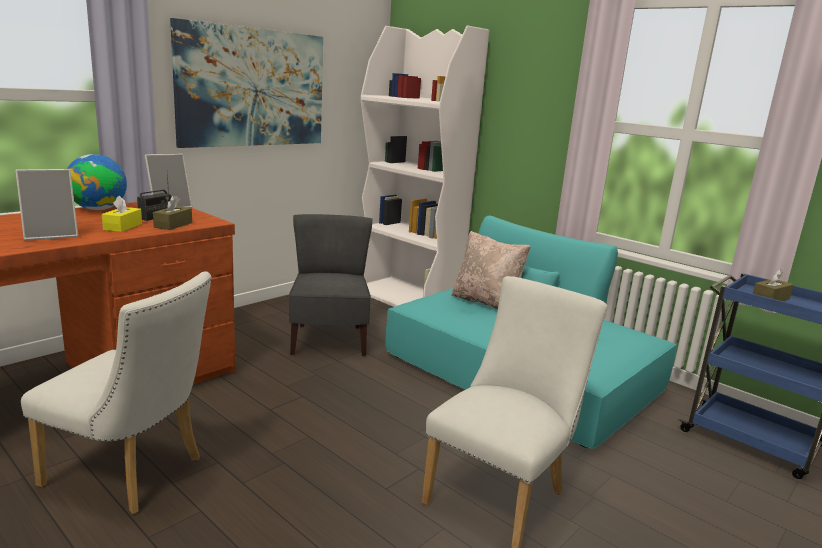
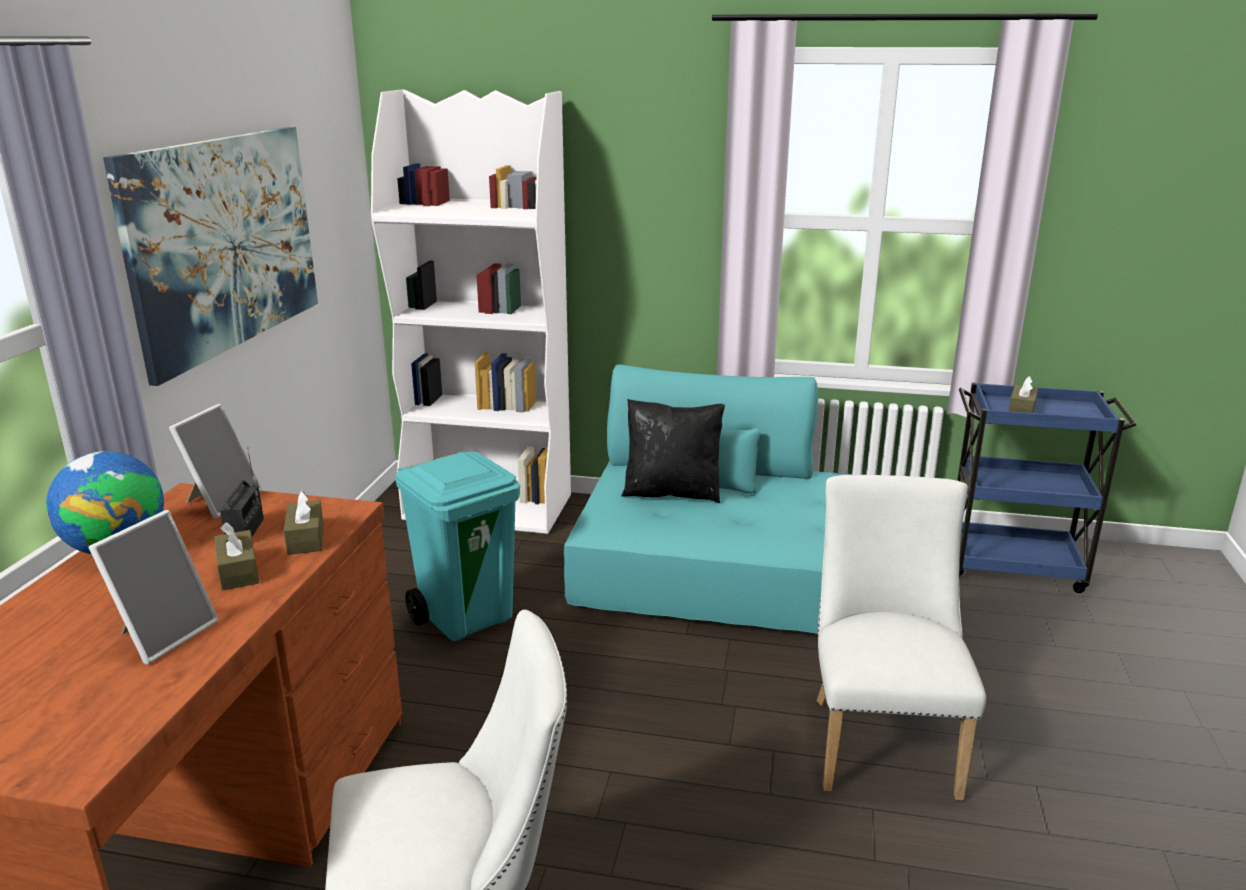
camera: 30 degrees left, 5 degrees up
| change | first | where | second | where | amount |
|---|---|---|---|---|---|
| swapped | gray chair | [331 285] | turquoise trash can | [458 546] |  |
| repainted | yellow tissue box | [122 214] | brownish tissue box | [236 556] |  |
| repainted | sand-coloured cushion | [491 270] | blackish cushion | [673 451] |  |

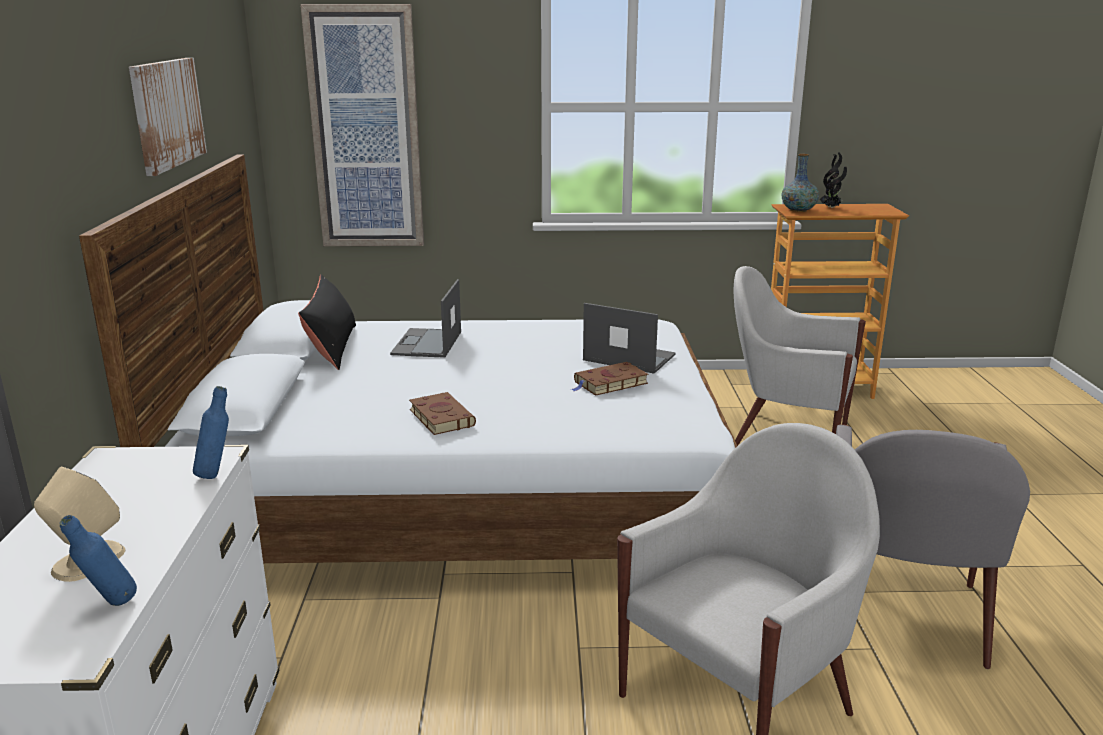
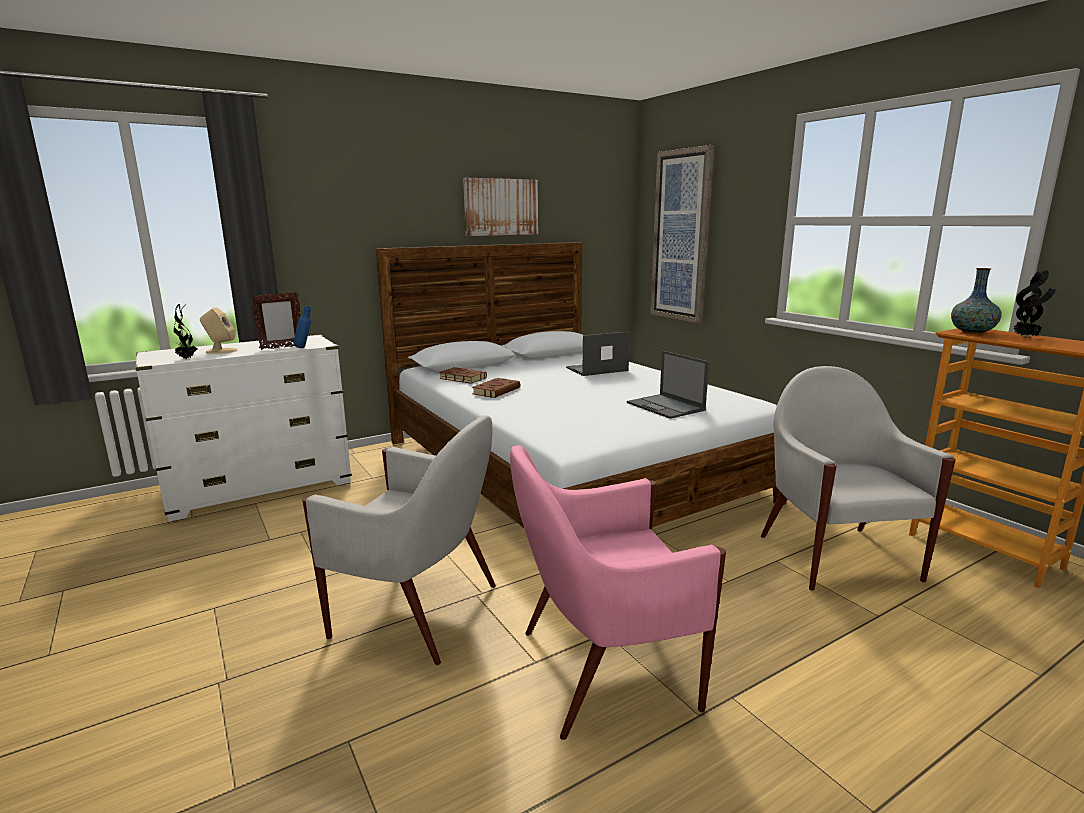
camera: 60 degrees right, 5 degrees down
| change | first | where | second | where | amount |
|---|---|---|---|---|---|
| gone | blackish cushion | [327 322] |  |  |  |
| new |  |  | photo frame | [276 321] |  |
| shifted | brownish bound book | [609 379] |  | [463 375] |  |
| swapped | blue-coloured drink bottle | [98 560] | houseplant | [185 331] |  |
| repainted | gray lounge chair | [933 547] | pinkish lounge chair | [618 592] |  |
| rotated | notebook computer | [629 338] |  | [668 385] | 150 degrees clockwise |

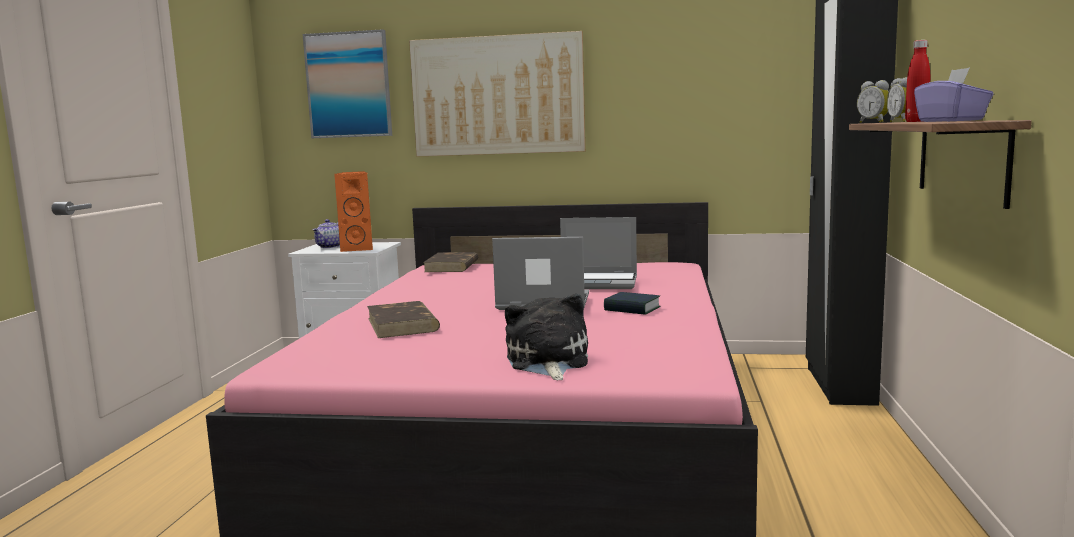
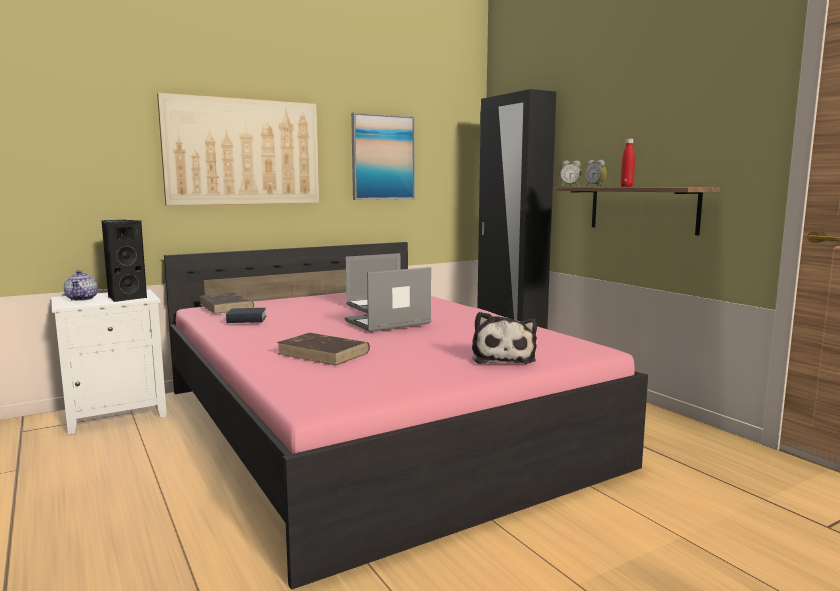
camera: 40 degrees left, 0 degrees up
| change | first | where | second | where | amount |
|---|---|---|---|---|---|
| gone | purplish tissue box | [954 94] |  |  |  |
| shifted | wall art | [347 83] |  | [383 156] |  |
| shifted | bound book | [632 303] |  | [246 315] |  |
| repainted | orange audio speaker | [353 211] | blackish audio speaker | [124 261] |  |
| rotated | soft toy | [546 337] |  | [504 338] | 135 degrees counterclockwise |

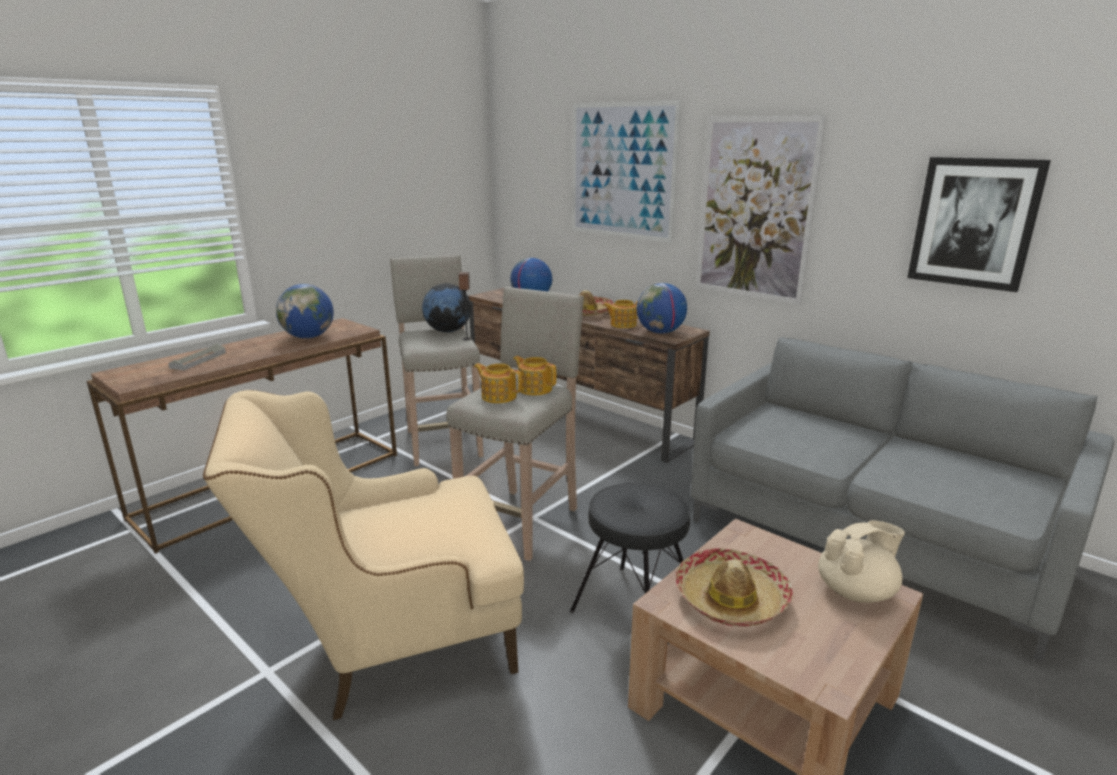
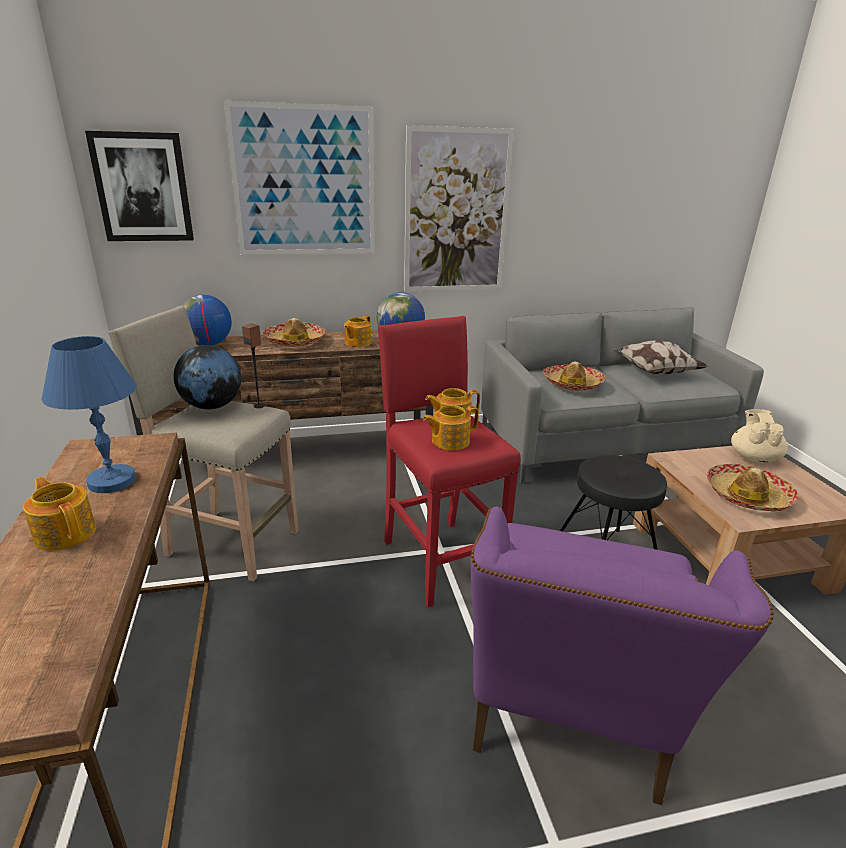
camera: 55 degrees left, 5 degrees up
| change | first | where | second | where | amount |
|---|---|---|---|---|---|
| gone | gray tray | [197 356] |  |  |  |
| new |  |  | teapot | [59 514] |  |
| new |  |  | wearable hat | [574 376] |  |
| new |  |  | cushion | [659 357] |  |
| shifted | wall art | [979 224] |  | [139 186] |  |
| swapped | world globe | [305 311] | blue-coloured lamp for a table | [89 414] |  |
| repainted | sand-coloured lounge chair | [363 555] | purplish lounge chair | [622 656] |  |
| repainted | sand-coloured sitting stool | [515 424] | reddish sitting stool | [449 461] |  |

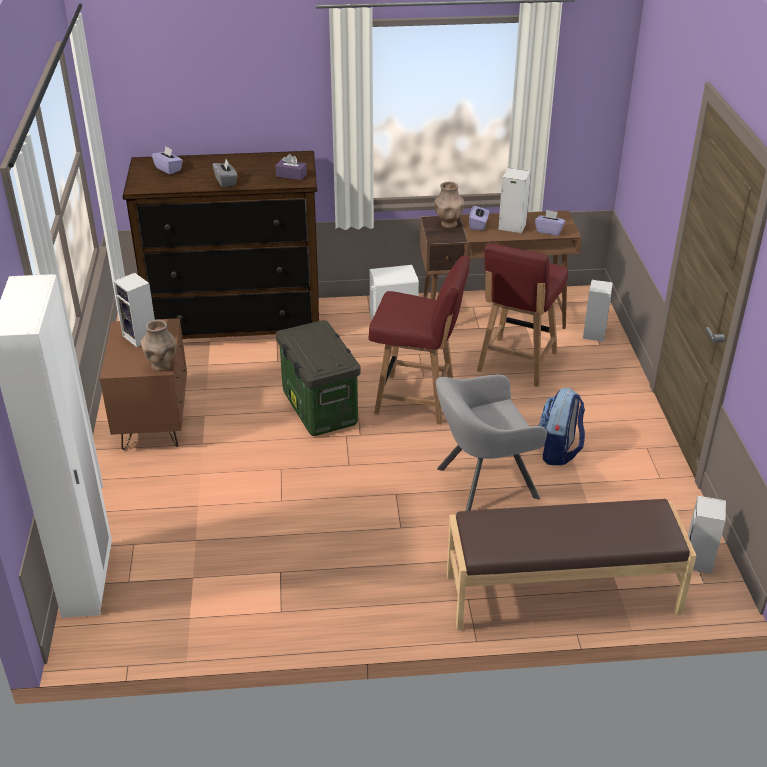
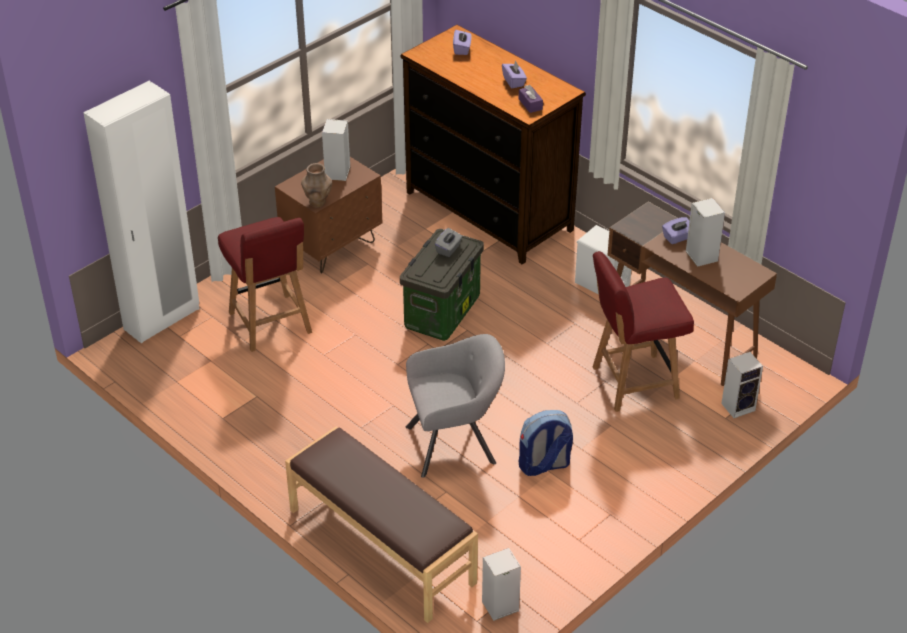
camera: 50 degrees right, 5 degrees up
| change | first | where | second | where | amount |
|---|---|---|---|---|---|
| gone | brownish flower vase | [449 205] |  |  |  |
| shifted | gray tissue box | [225 173] |  | [449 242] |  |
| shifted | reddish chair | [419 339] |  | [265 284] |  |
| shifted | purplish tissue box | [550 223] |  | [514 74] |  |
| rotated | gray lounge chair | [491 442] |  | [455 406] | 135 degrees clockwise |

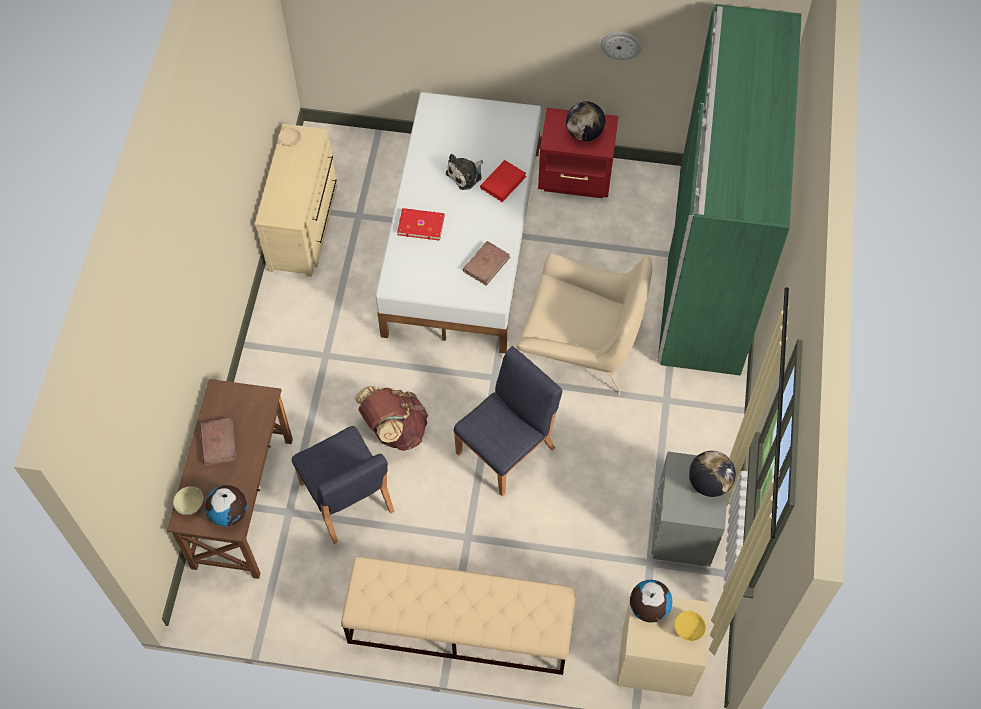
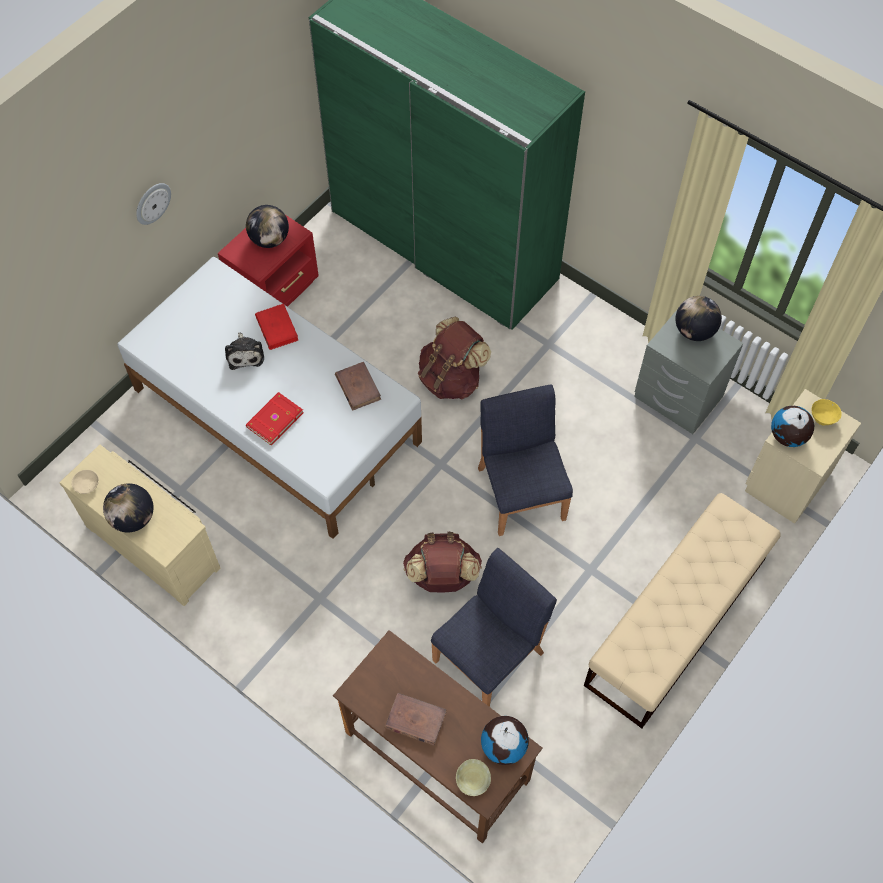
camera: 60 degrees left, 0 degrees up
| change | first | where | second | where | amount |
|---|---|---|---|---|---|
| new |  |  | world globe | [128 507] |  |
| shifted | clock on the wall | [621 46] |  | [153 204] |  |
| swapped | sand-coloured lounge chair | [584 324] | brownish rucksack | [454 358] |  |
| rotated | blue-coloured chair | [343 485] |  | [494 627] | 45 degrees counterclockwise |

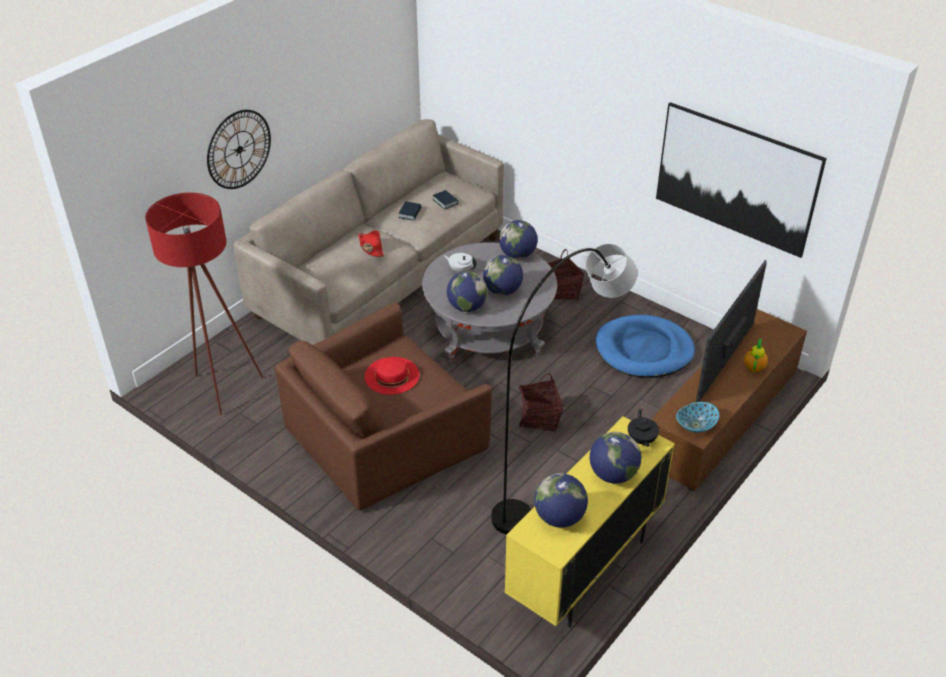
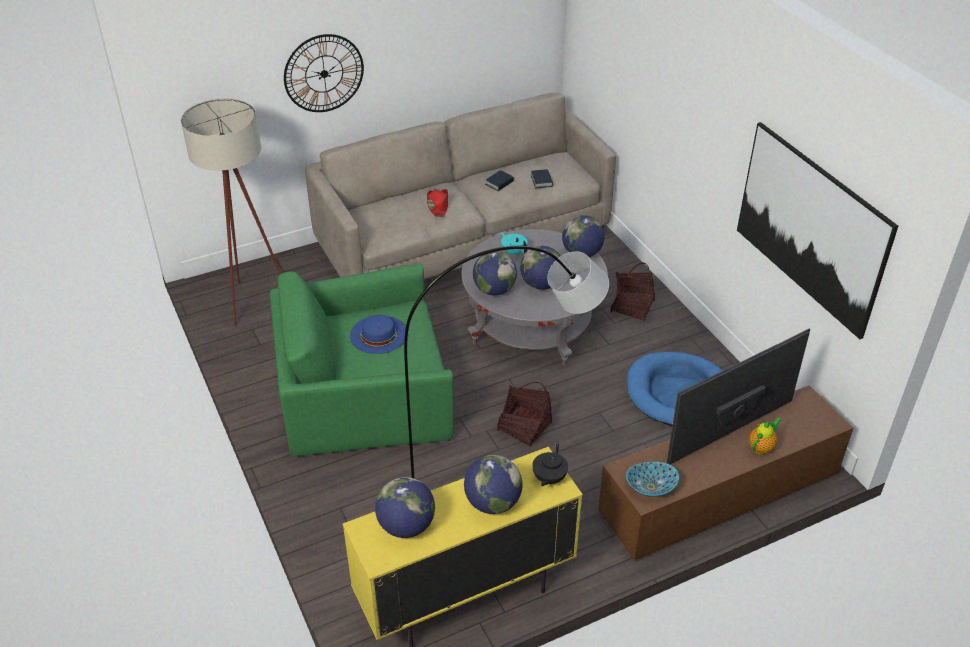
camera: 25 degrees right, 0 degrees up
| change | first | where | second | where | amount |
|---|---|---|---|---|---|
| repainted | reddish floor lamp | [204 304] | sand-coloured floor lamp | [231 212] |  |
| repainted | brownish lounge chair | [383 406] | green lounge chair | [361 360] |  |
| repainted | reddish wearable hat | [392 376] | blue-coloured wearable hat | [378 334] |  |
| repainted | white-coloured teapot | [460 263] | turquoise teapot | [514 243] |  |

